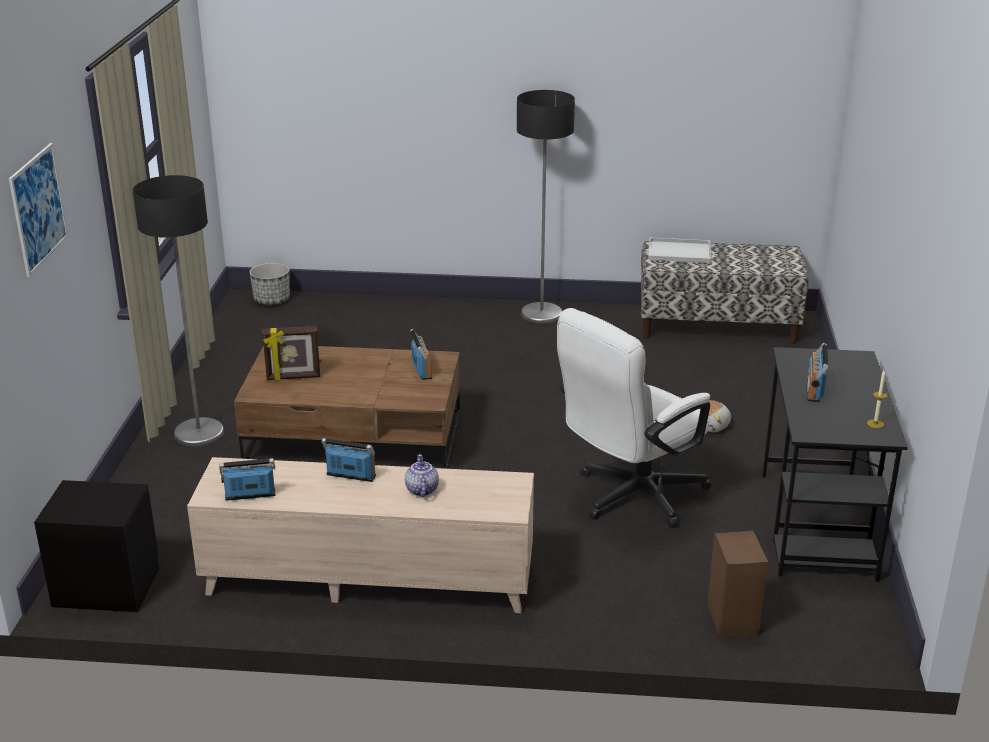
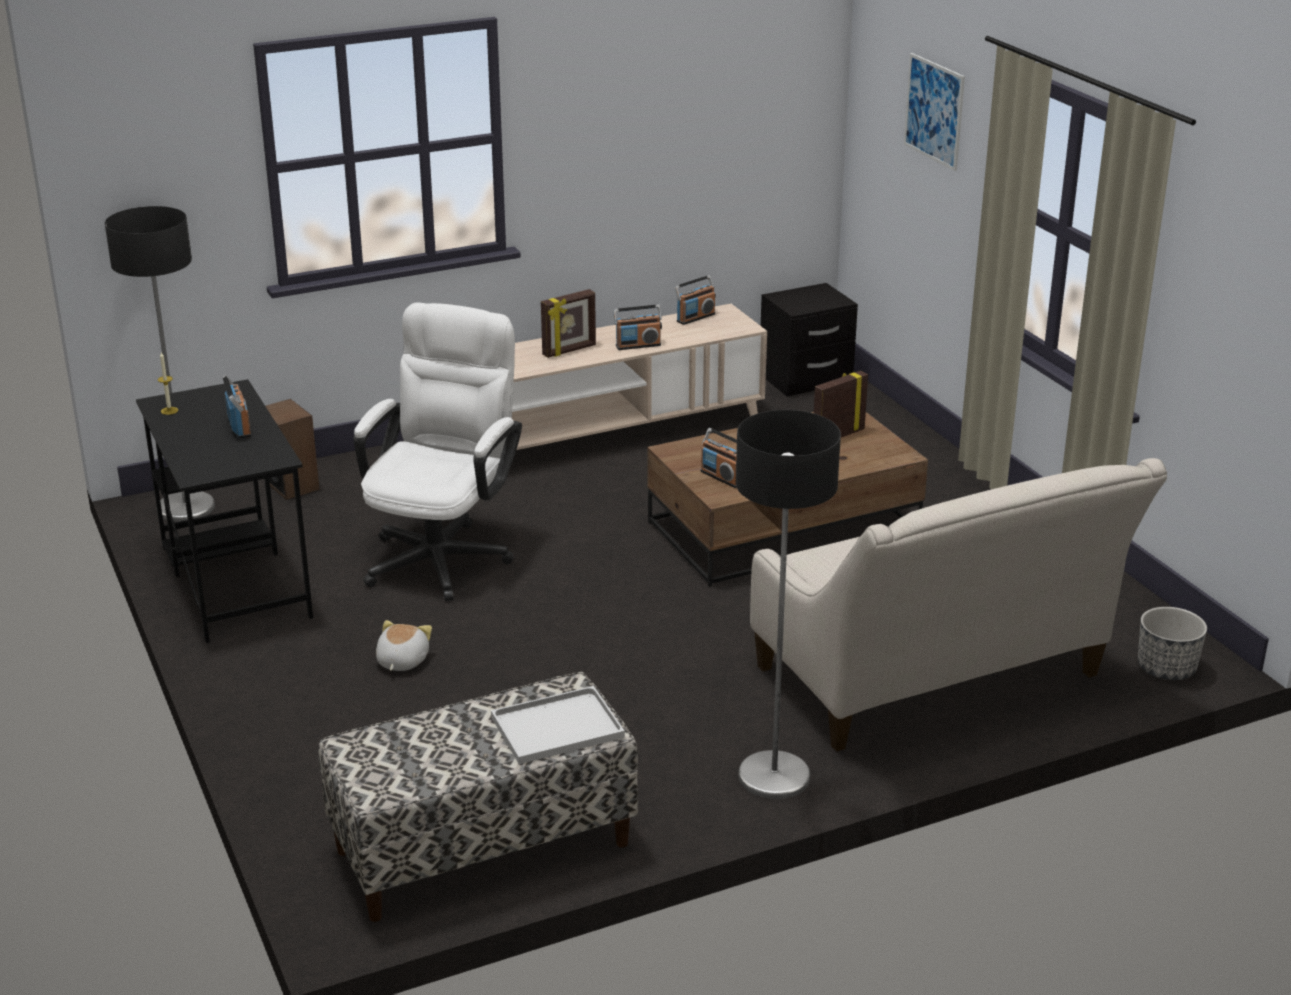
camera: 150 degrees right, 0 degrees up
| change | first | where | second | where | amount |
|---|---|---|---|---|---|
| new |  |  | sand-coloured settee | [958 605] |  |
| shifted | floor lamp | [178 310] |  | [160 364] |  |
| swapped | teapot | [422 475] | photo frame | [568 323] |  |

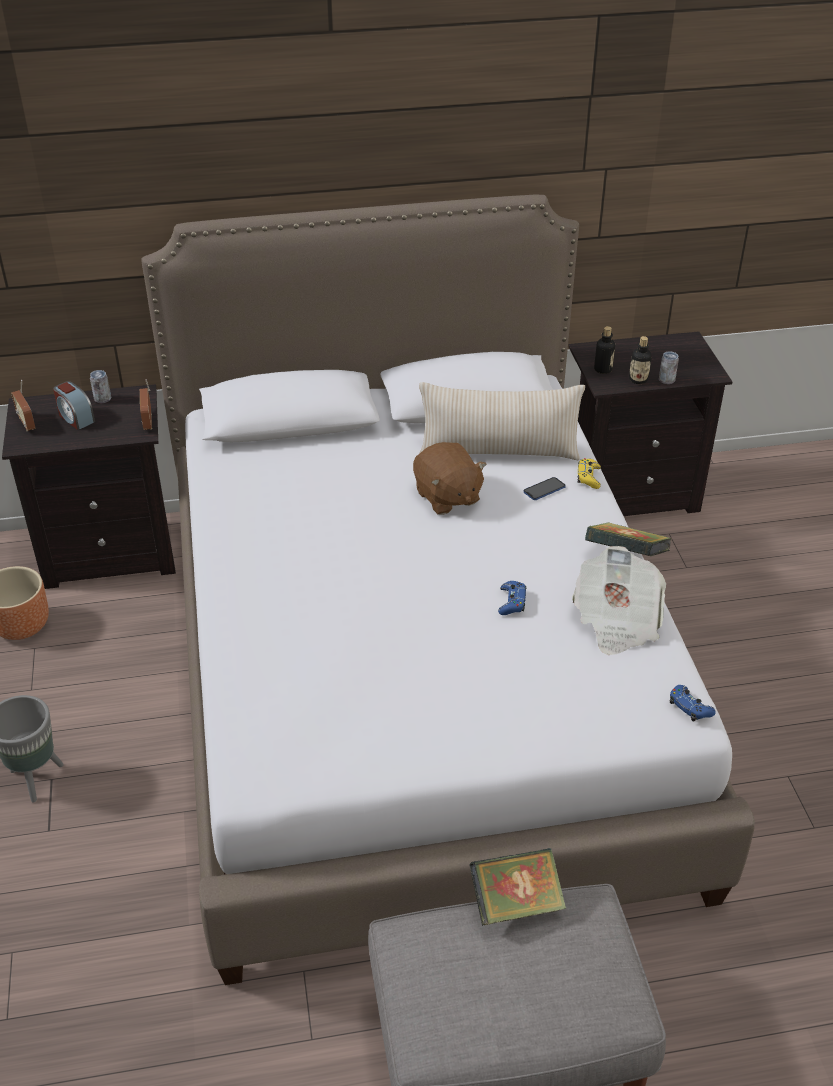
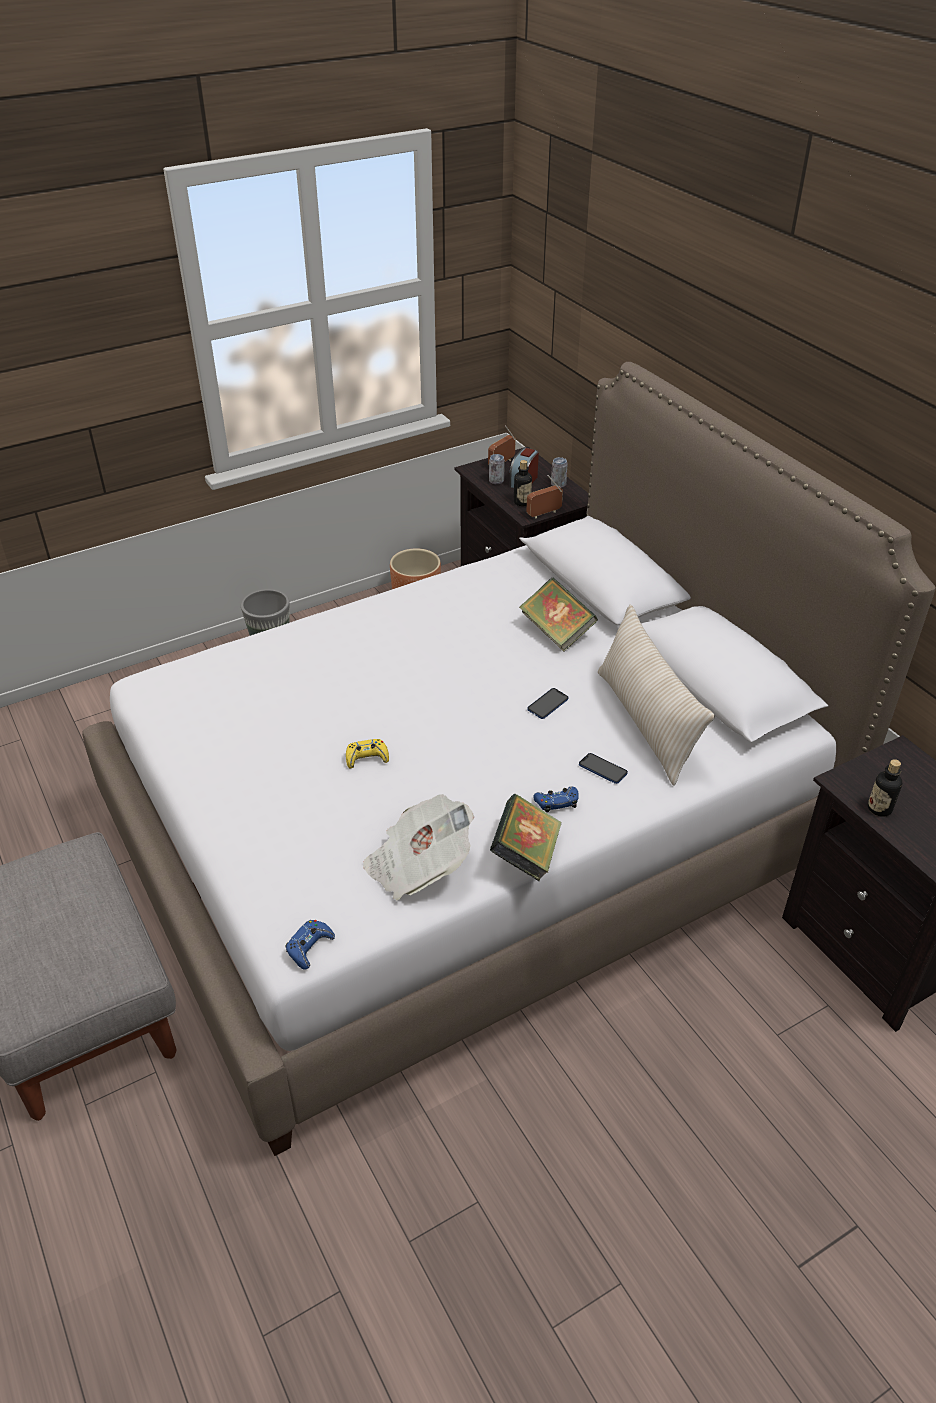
camera: 70 degrees right, 0 degrees up
| change | first | where | second | where | amount |
|---|---|---|---|---|---|
| shifted | bound book | [517 887] |  | [558 614] |  |
| shifted | blue-coloured gamepad | [512 598] |  | [556 800] |  |
| shifted | yellow gamepad | [589 473] |  | [367 753] |  |
| shifted | drink bottle | [604 350] |  | [523 483] |  |
| shifted | sealed can | [669 367] |  | [497 469] |  |
| swapped | brownish soft toy | [450 478] | phone | [547 703] |  |

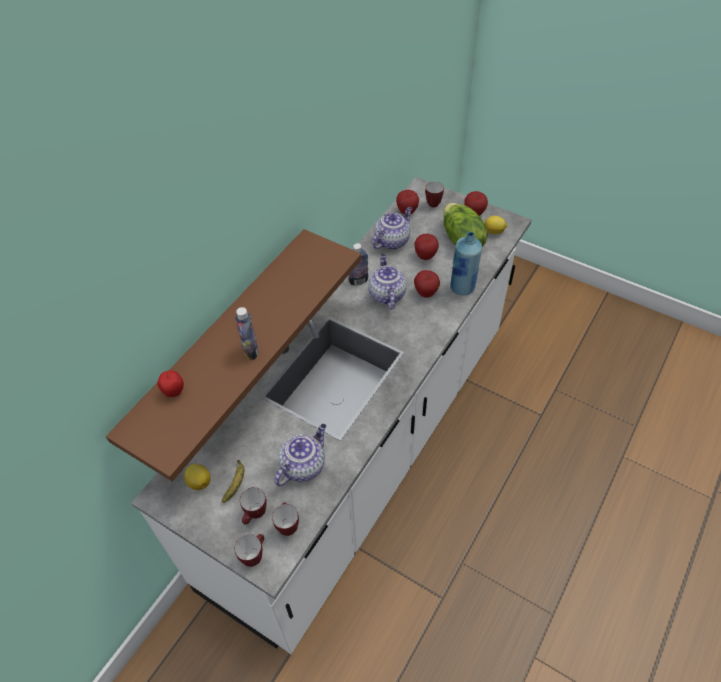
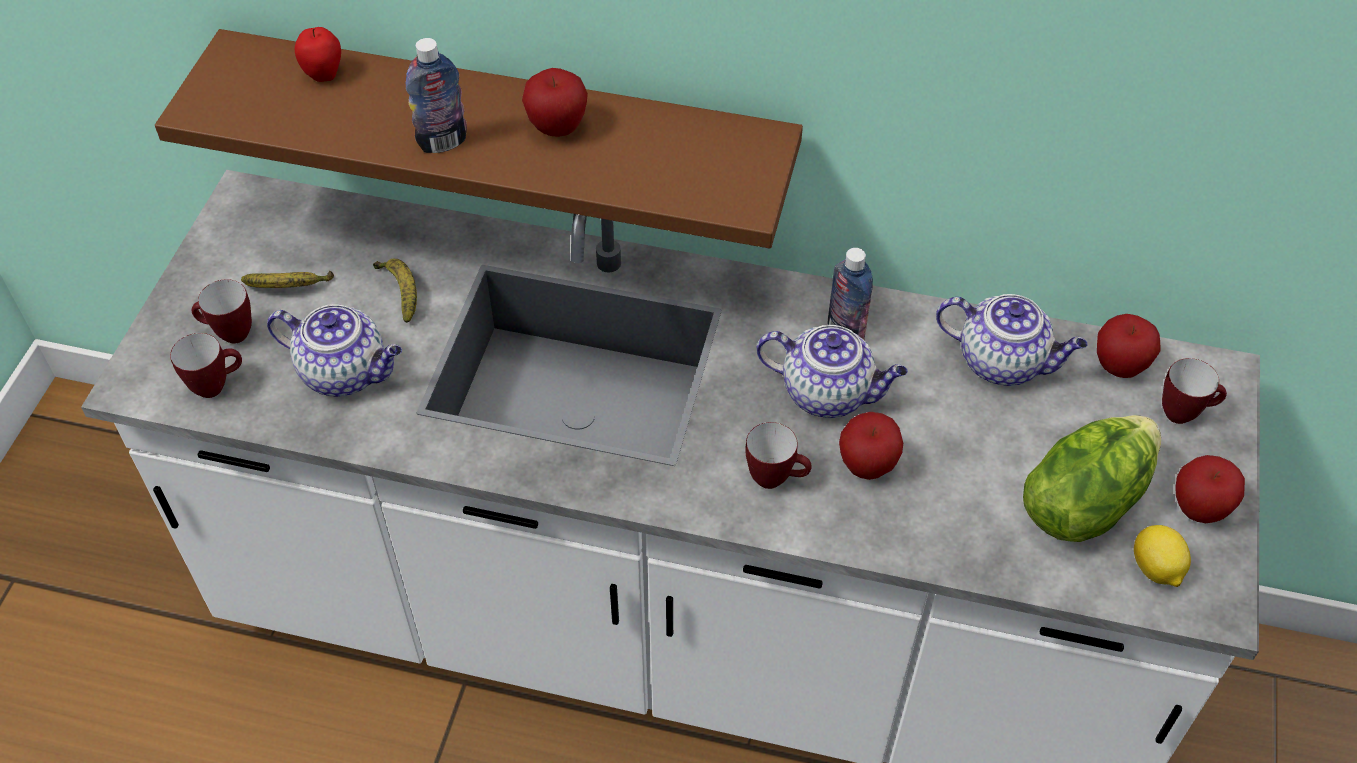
camera: 70 degrees right, 0 degrees up
| change | first | where | second | where | amount |
|---|---|---|---|---|---|
| gone | lemon | [197 477] |  |  |  |
| gone | blue-coloured drink bottle | [466 263] |  |  |  |
| new |  |  | banana fruit | [395 291] |  |
| shifted | tea mug | [249 550] |  | [778 455] |  |
| shifted | apple | [426 247] |  | [555 102] |  |
| rotated | teapot | [387 282] |  | [832 371] | 45 degrees clockwise |

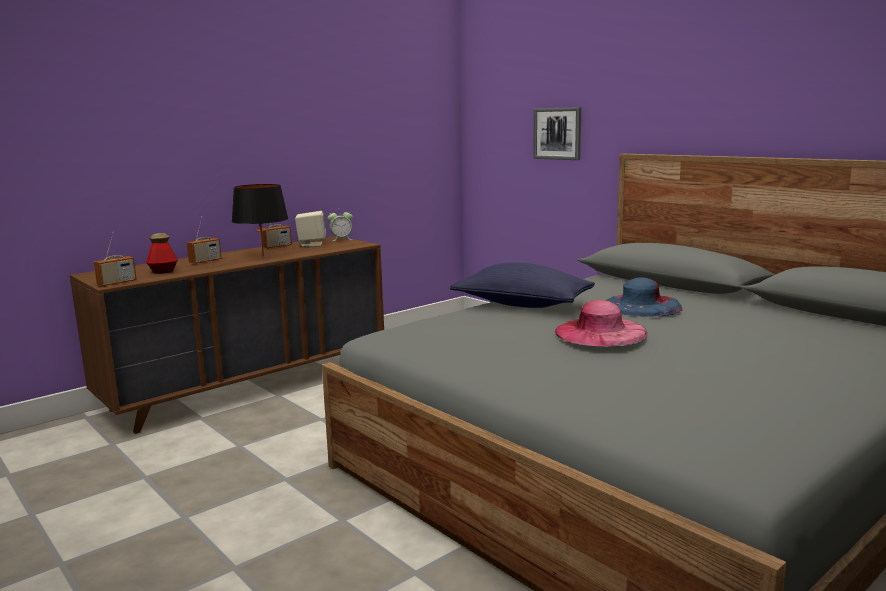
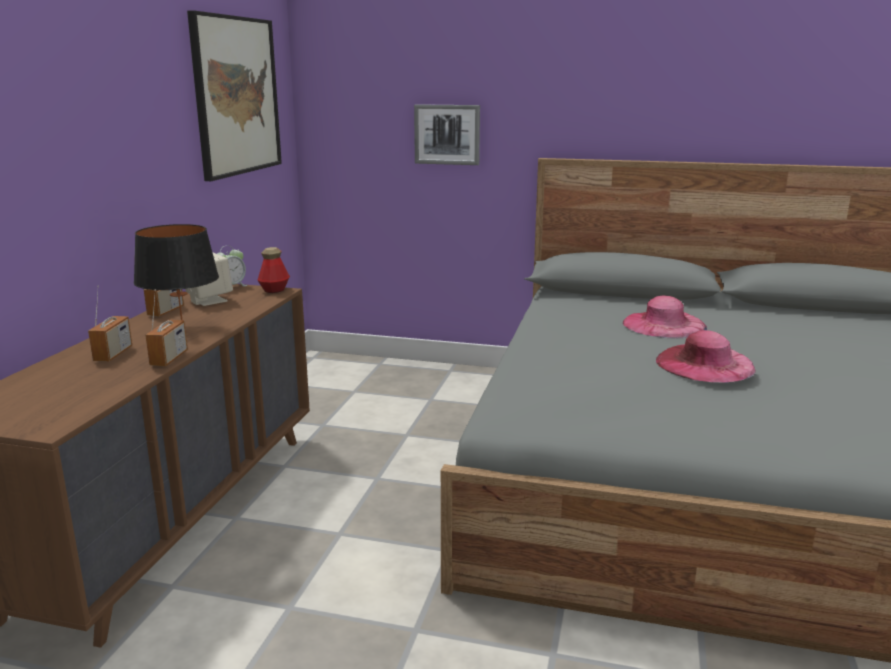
camera: 35 degrees left, 5 degrees up
| change | first | where | second | where | amount |
|---|---|---|---|---|---|
| gone | blue-coloured cushion | [522 285] |  |  |  |
| new |  |  | wall art | [234 95] |  |
| shifted | radio set | [115 259] |  | [166 327] |  |
| shifted | drink bottle | [162 253] |  | [274 270] |  |
| repainted | blue-coloured wearable hat | [643 297] | pinkish wearable hat | [665 317] |  |

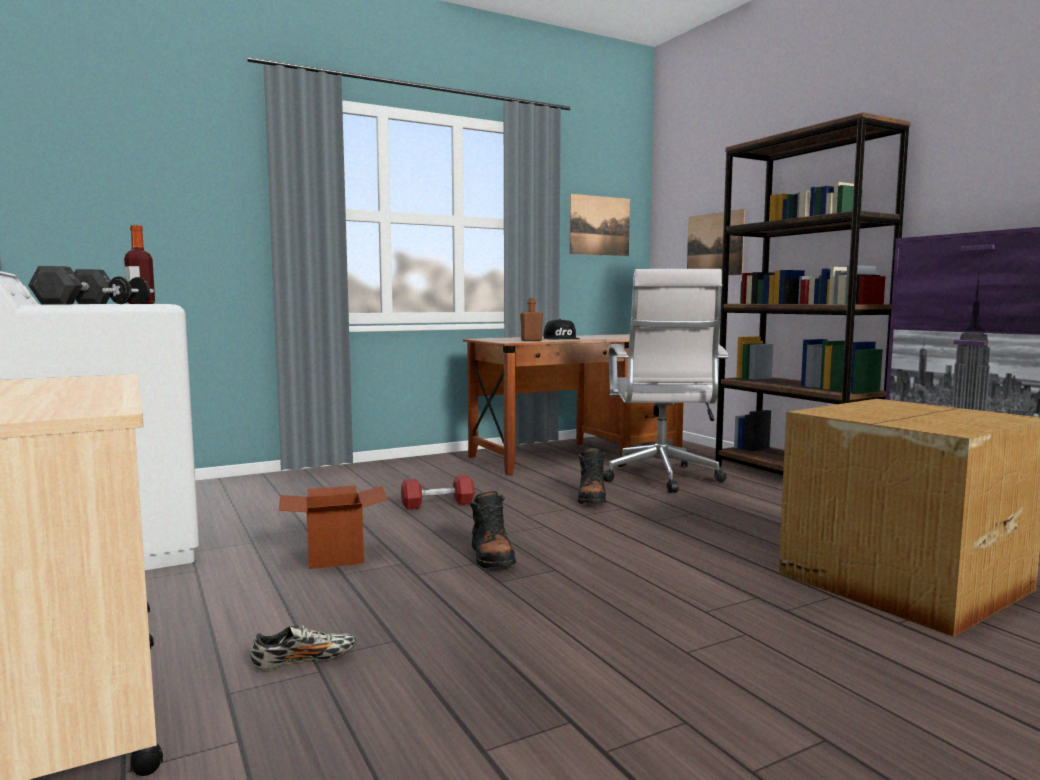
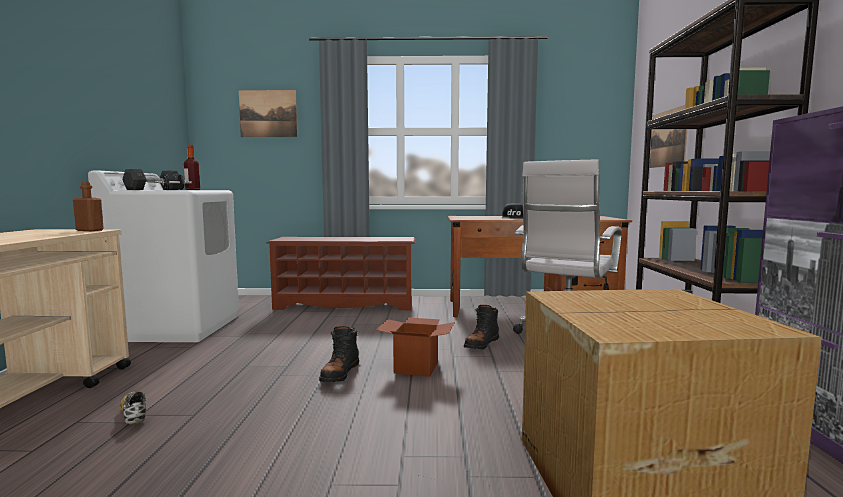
camera: 30 degrees right, 0 degrees up
| change | first | where | second | where | amount |
|---|---|---|---|---|---|
| gone | reddish dumbbell | [438 492] |  |  |  |
| new |  |  | brownish shoe shelf | [341 273] |  |
| shifted | cardboard box | [333 527] |  | [415 347] |  |
| shifted | brownish drink bottle | [531 319] |  | [88 206] |  |
| shifted | wall art | [599 225] |  | [268 113] |  |
| rotated | low shoe | [303 647] |  | [133 407] | 135 degrees counterclockwise |

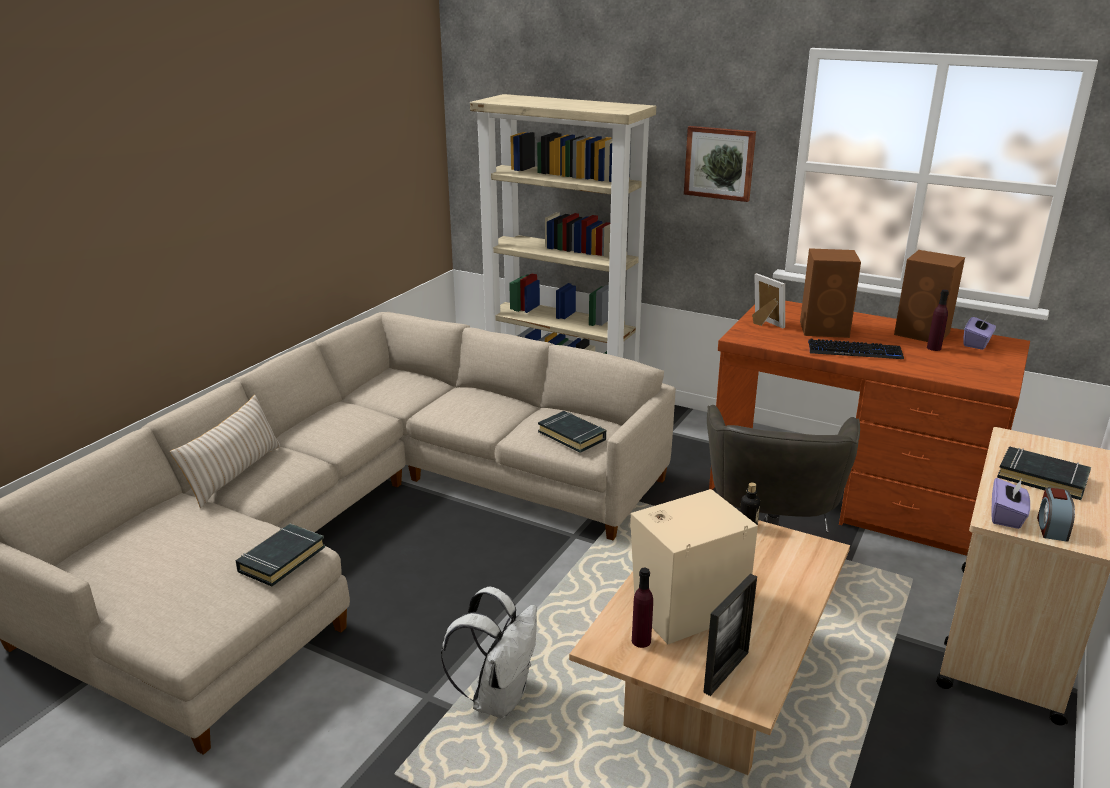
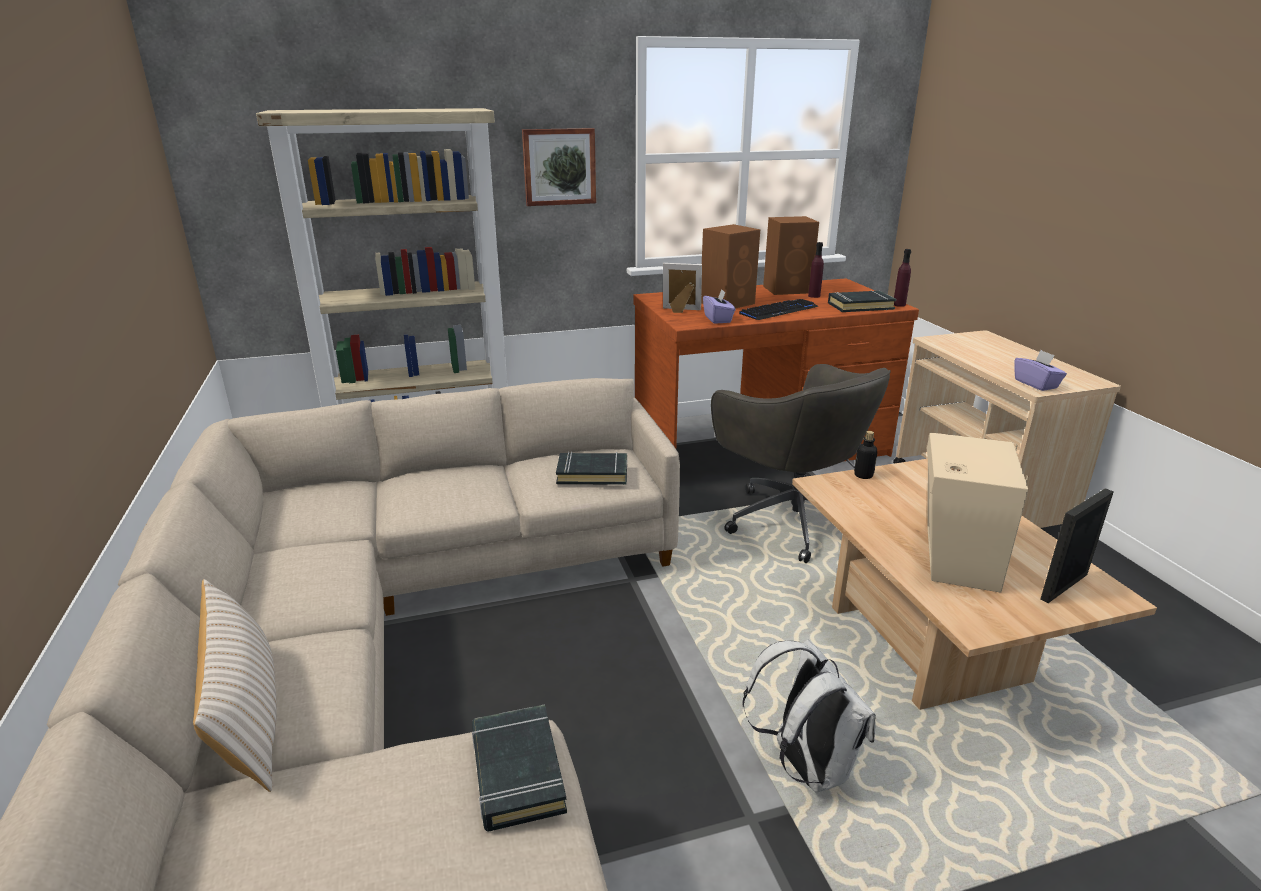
camera: 45 degrees left, 0 degrees up
| change | first | where | second | where | amount |
|---|---|---|---|---|---|
| gone | bedside clock | [1056 514] |  |  |  |
| shifted | purplish drink bottle | [642 608] |  | [902 278] |  |
| shifted | purplish tissue box | [980 332] |  | [719 306] |  |
| shifted | blackish bound book | [1044 473] |  | [862 301] |  |
| rotated | photo frame | [730 635] |  | [1077 545] | 120 degrees counterclockwise |

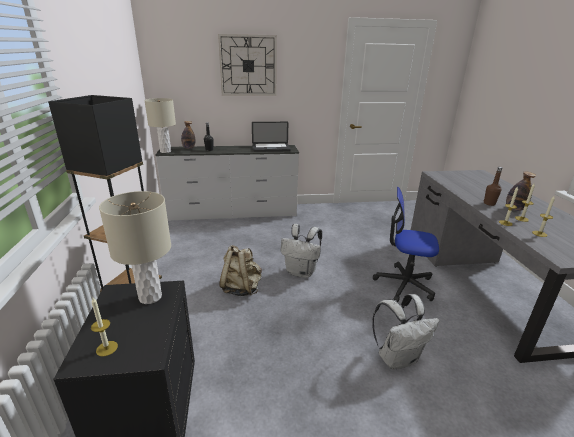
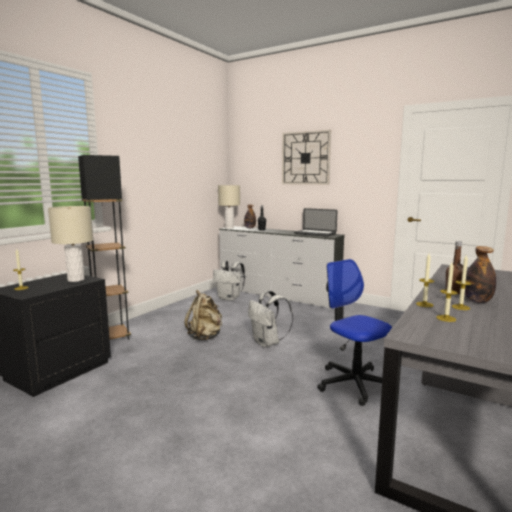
camera: 40 degrees right, 15 degrees down
| change | first | where | second | where | amount |
|---|---|---|---|---|---|
| shifted | white-coloured rucksack | [405 332] |  | [229 280] |  |

